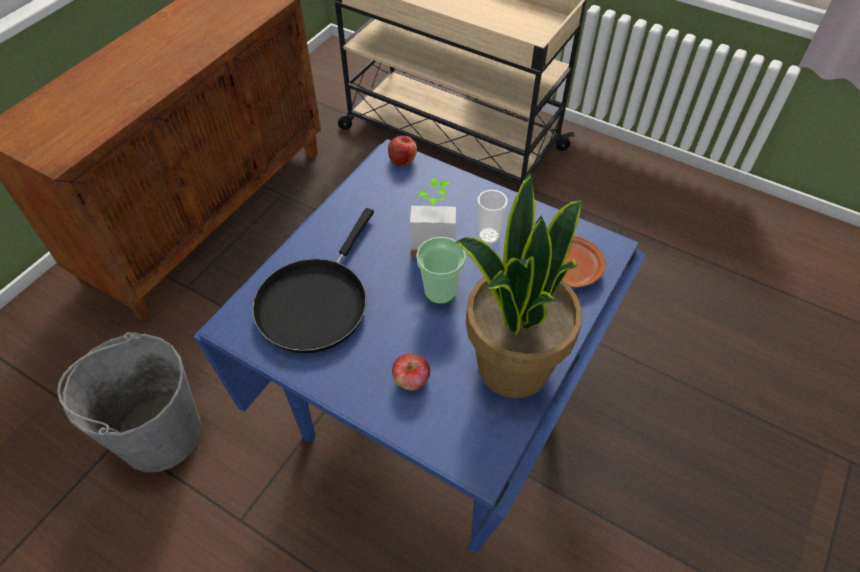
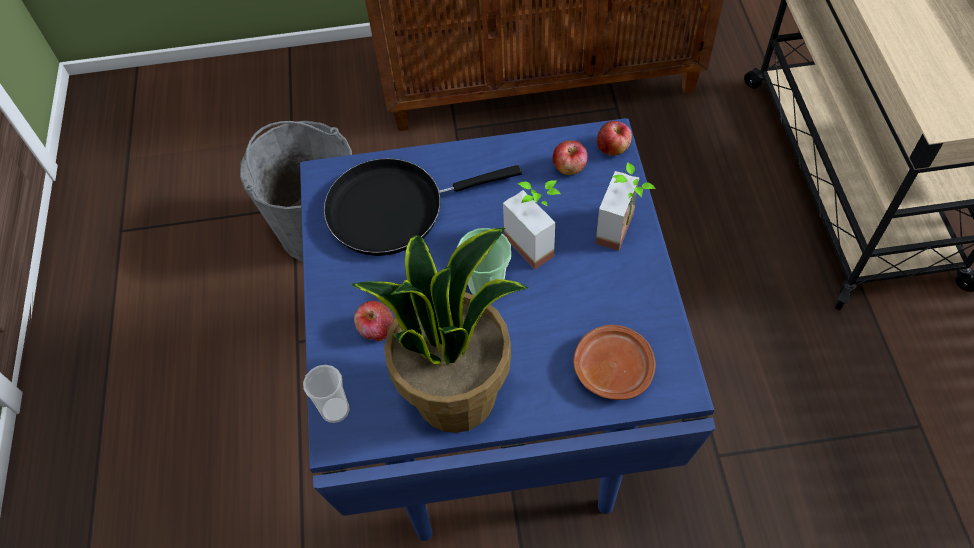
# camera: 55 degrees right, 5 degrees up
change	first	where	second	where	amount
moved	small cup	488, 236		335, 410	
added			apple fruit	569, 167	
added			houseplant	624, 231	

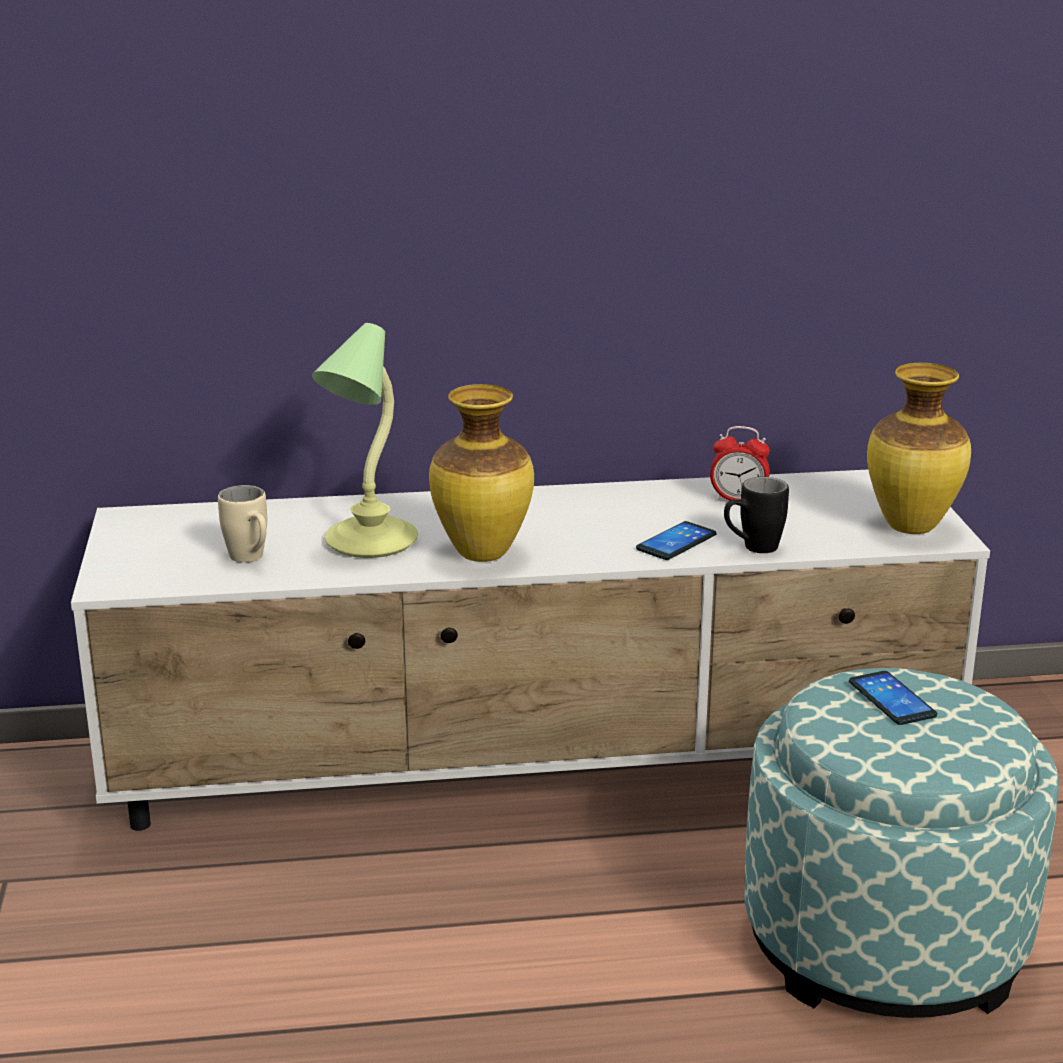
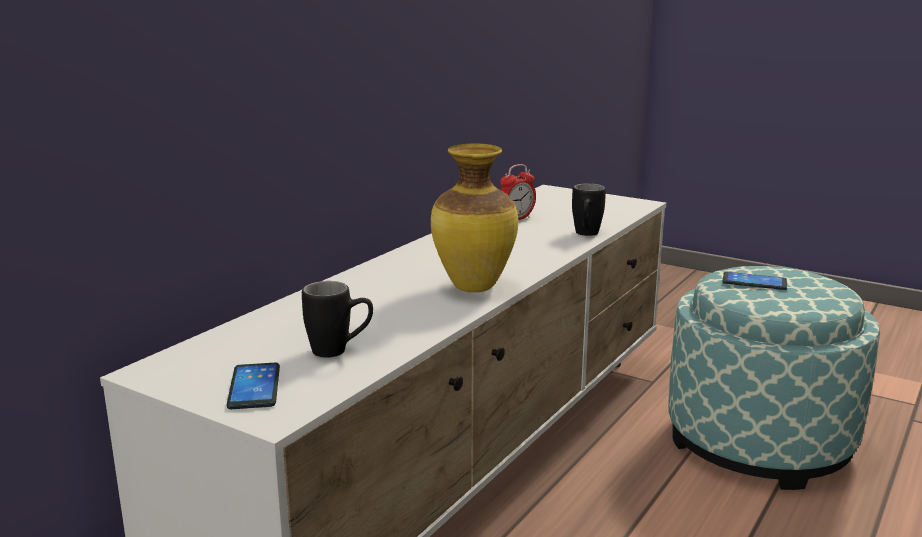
# camera: 50 degrees left, 5 degrees down
change	first	where	second	where	amount
moved	handset	676, 542		254, 387	
recoloured	sand-coloured tea mug	251, 560	black tea mug	340, 351	
removed	tabletop lamp	368, 541			
removed	flower vase	912, 527			

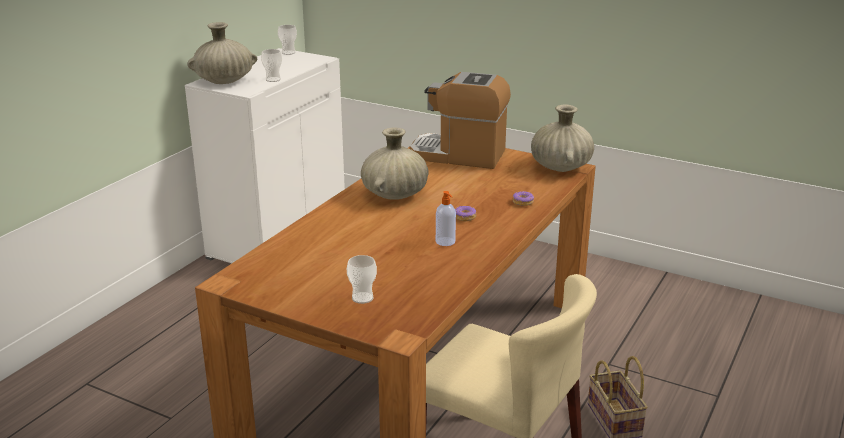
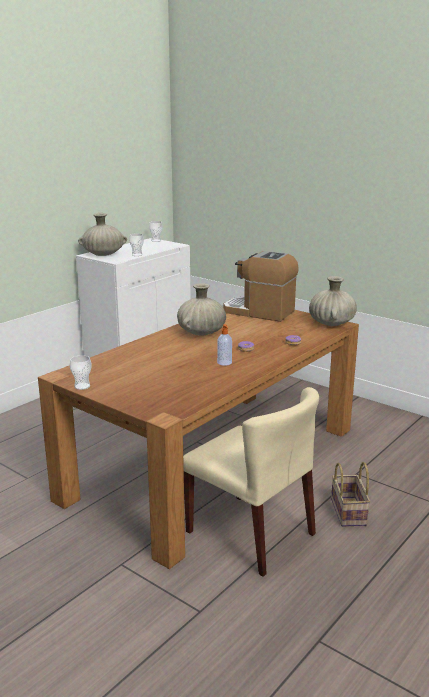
# camera: 10 degrees right, 5 degrees down
change	first	where	second	where	amount
moved	small cup	362, 298		82, 386	

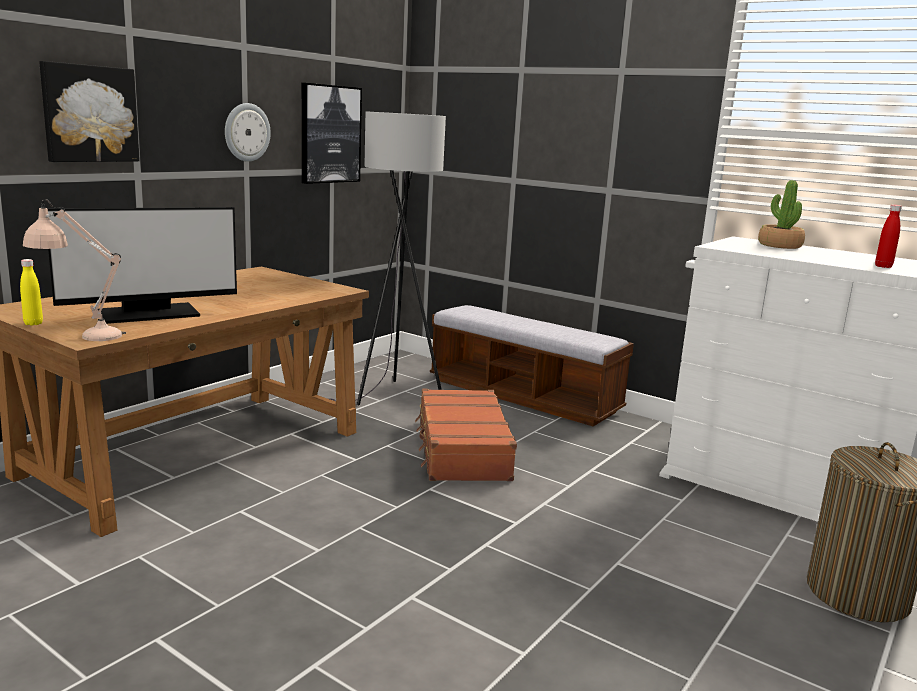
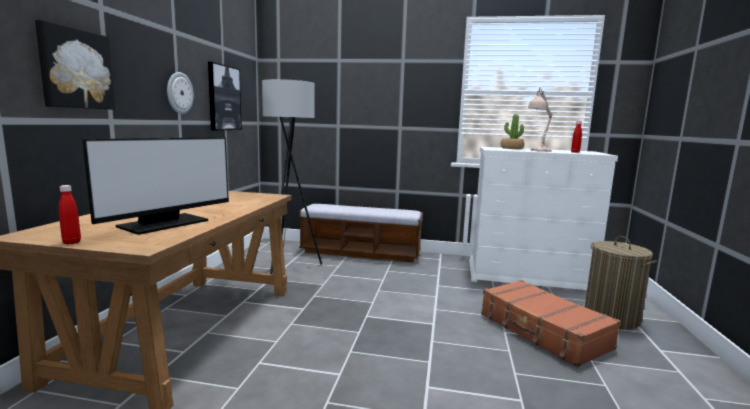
# camera: 25 degrees left, 5 degrees down
change	first	where	second	where	amount
recoloured	yellowish drink bottle	33, 323	red-coloured drink bottle	71, 242	
moved	brownish travel case	461, 450		543, 331	
moved	sand-coloured tabletop lamp	80, 336		537, 151	

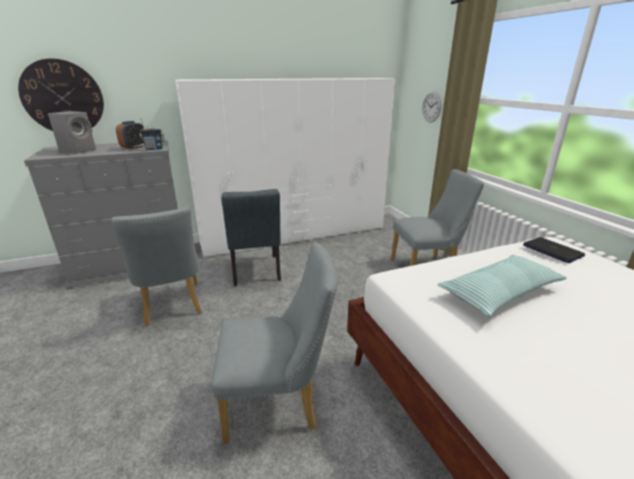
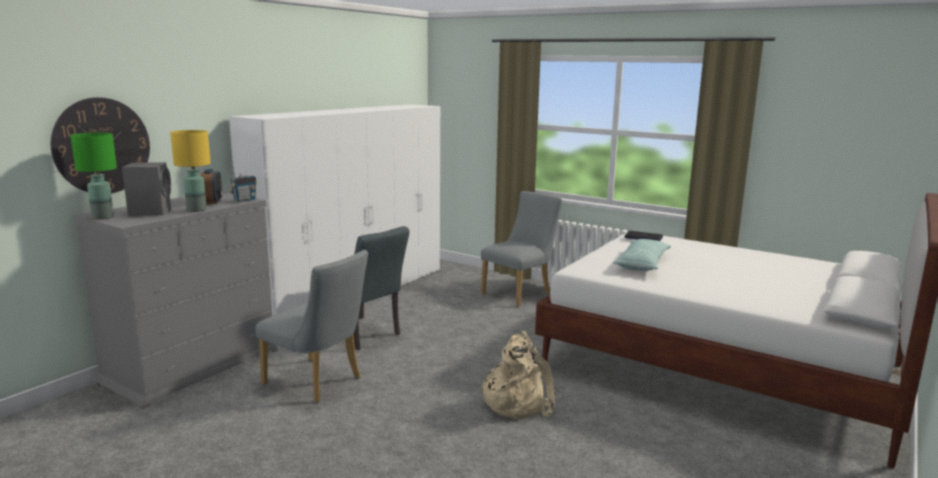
# camera: 35 degrees left, 10 degrees down
change	first	where	second	where	amount
added			green tabletop lamp	103, 217	
added			yellowish tabletop lamp	196, 210	
replaced	greyish upright chair	278, 402	sand-coloured rucksack	517, 402	
removed	hanging clock	431, 107			

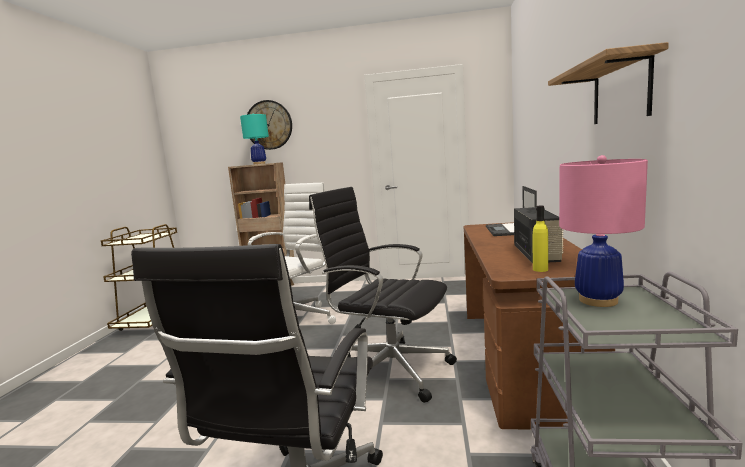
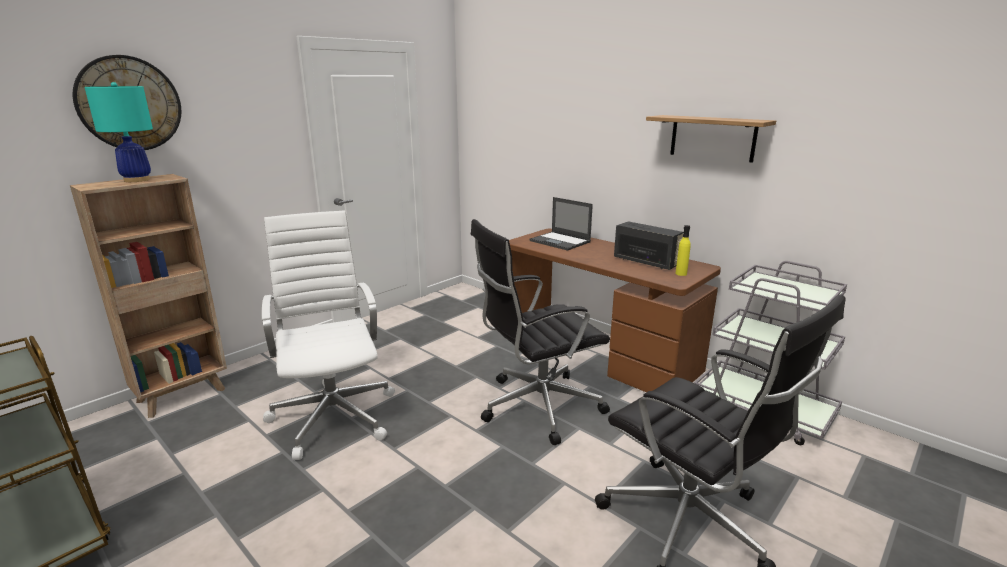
# camera: 55 degrees left, 10 degrees up
change	first	where	second	where	amount
removed	pink tabletop lamp	598, 300			

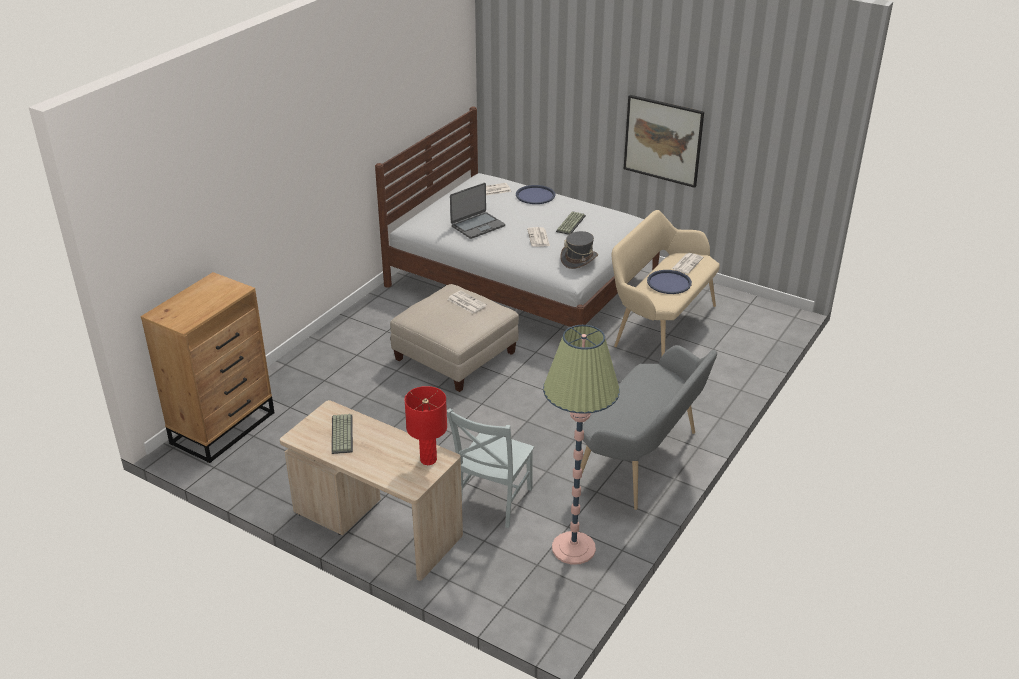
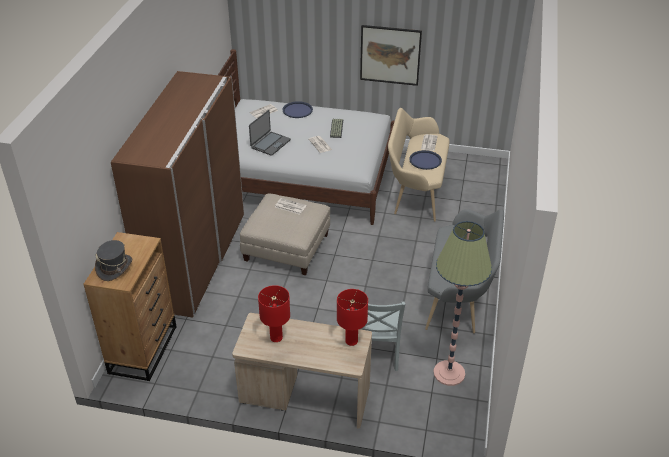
# camera: 20 degrees left, 5 degrees up
change	first	where	second	where	amount
moved	greyish wearable hat	579, 259		114, 267	
added			brownish clothes cupboard	195, 259	
replaced	keyboard	341, 434	red-coloured tabletop lamp	276, 337	

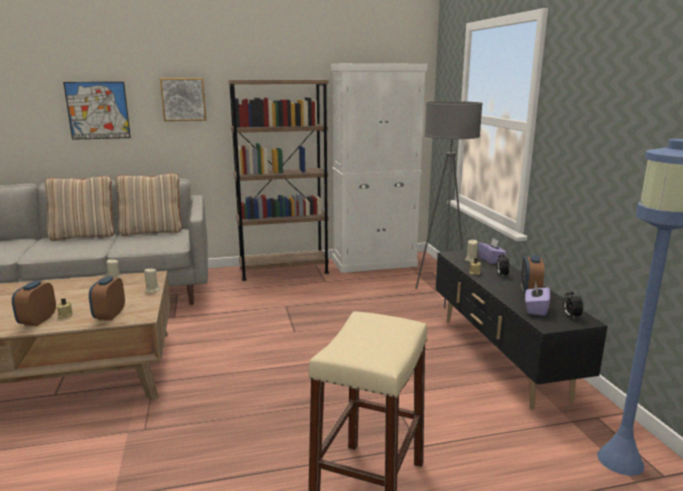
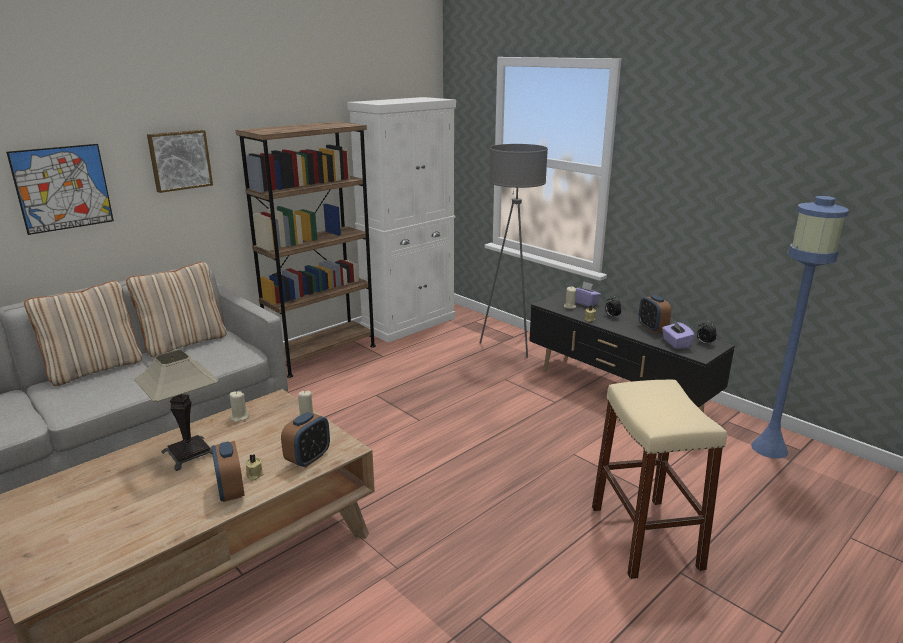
# camera: 30 degrees left, 5 degrees up
change	first	where	second	where	amount
added			tabletop lamp	190, 453	
turned	table clock	109, 315		308, 458	120 degrees counterclockwise

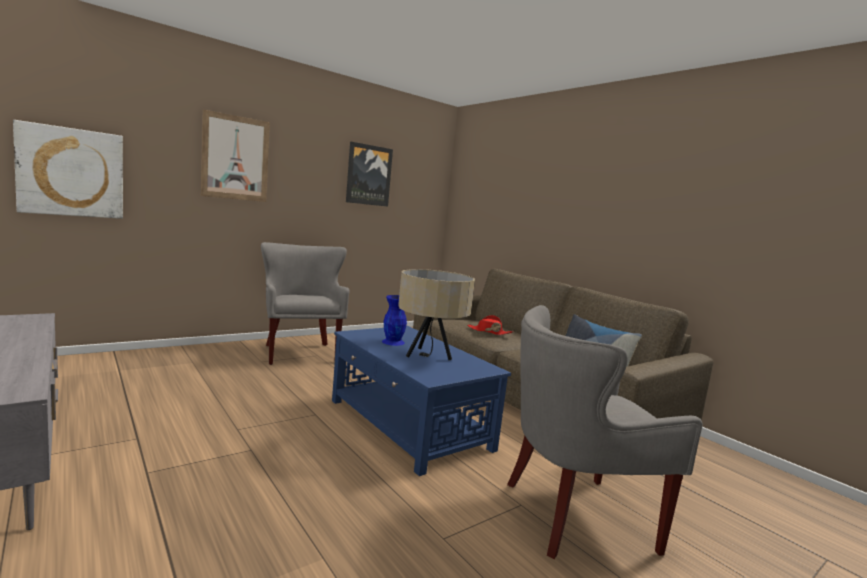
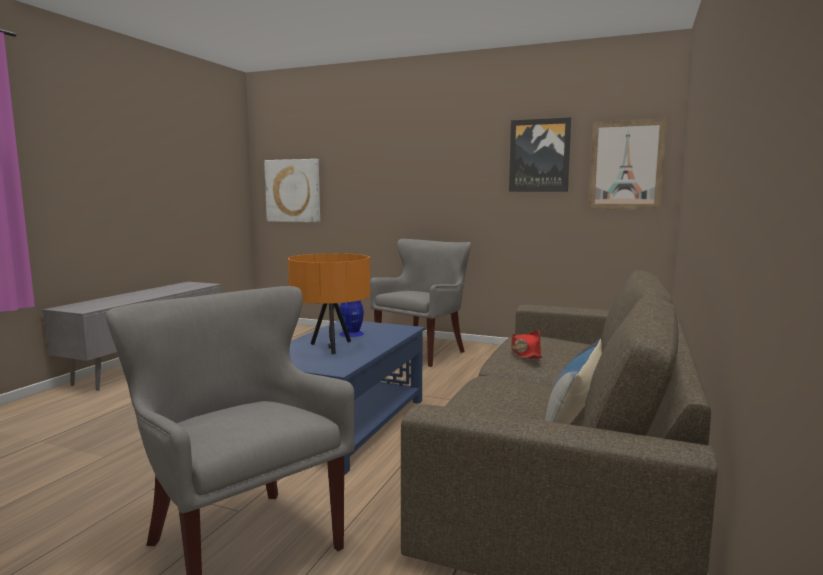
# camera: 60 degrees right, 0 degrees up
change	first	where	second	where	amount
recoloured	sand-coloured tabletop lamp	429, 356	orange-coloured tabletop lamp	331, 348	
moved	wall picture	235, 158		626, 165	

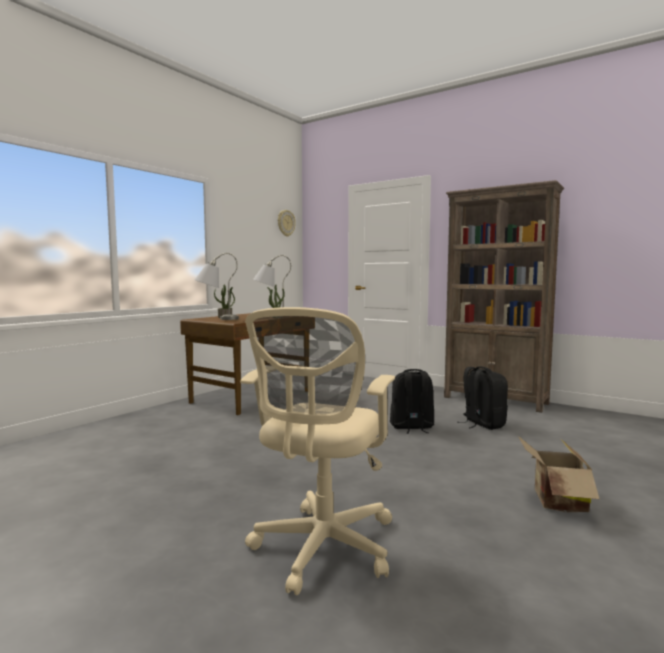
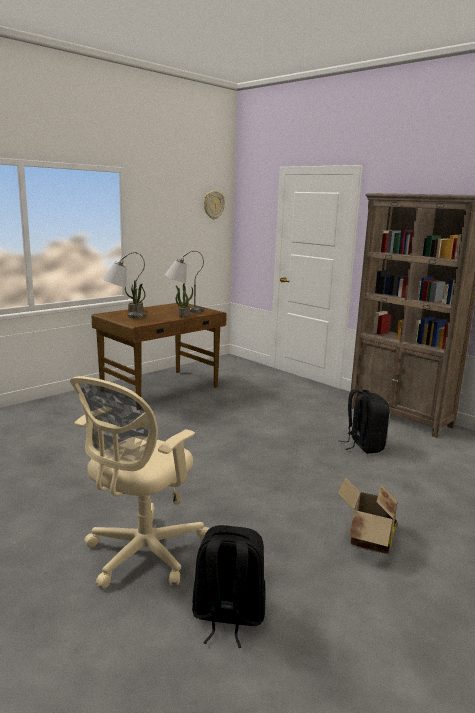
# camera: 10 degrees right, 10 degrees up
change	first	where	second	where	amount
moved	black rucksack	411, 427		227, 616	

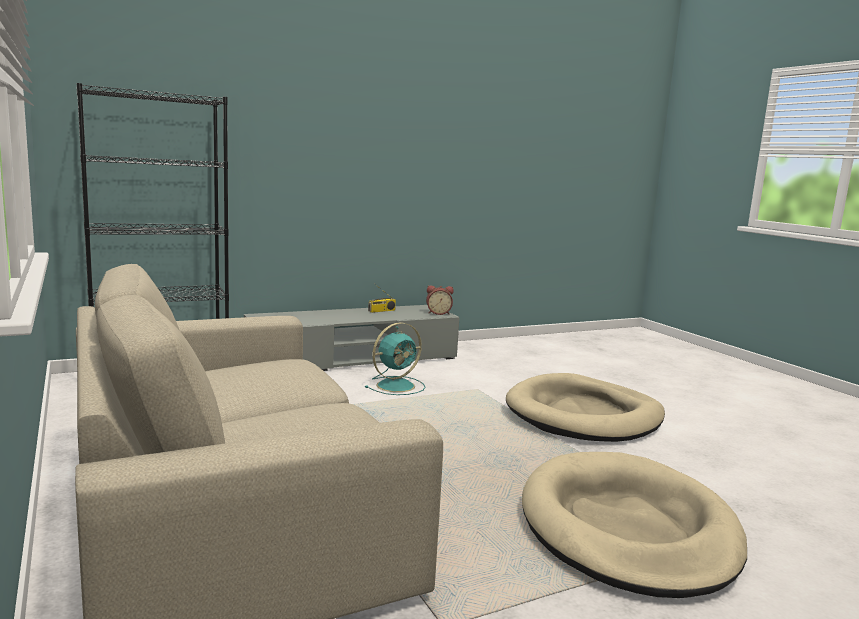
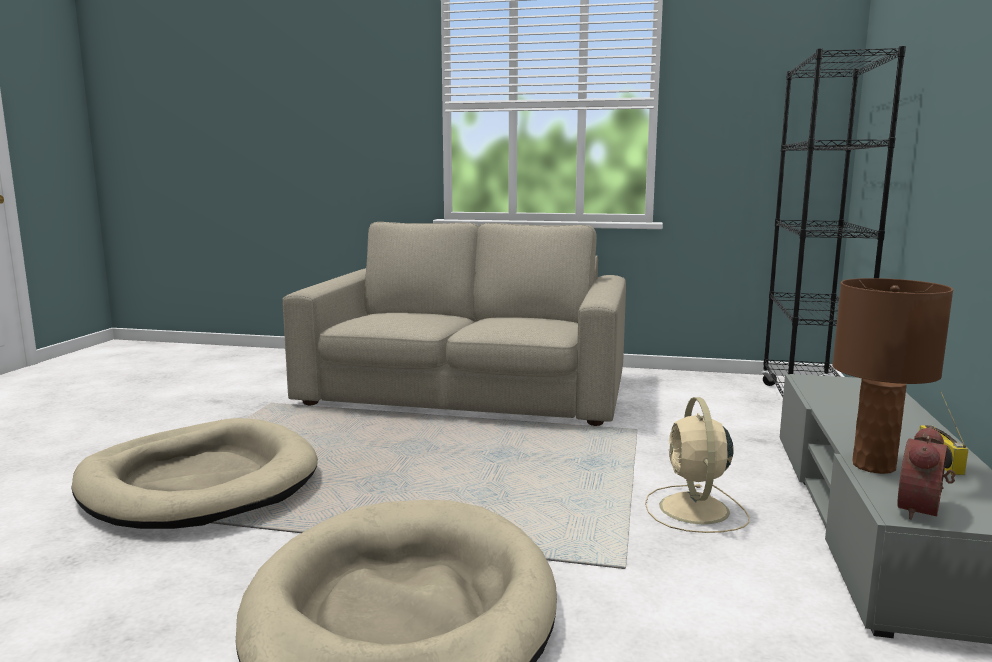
# camera: 130 degrees right, 0 degrees up
change	first	where	second	where	amount
recoloured	blue-green fan	397, 385	sand-coloured fan	695, 510	
added			brownish tabletop lamp	873, 466	

